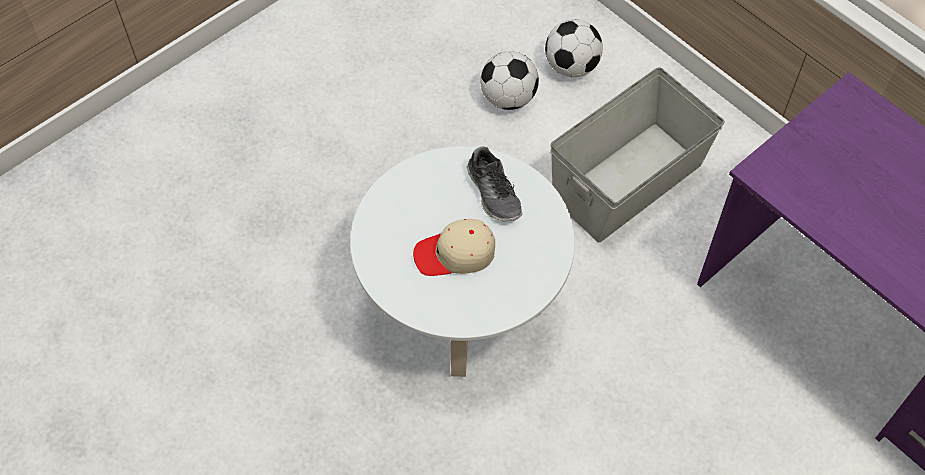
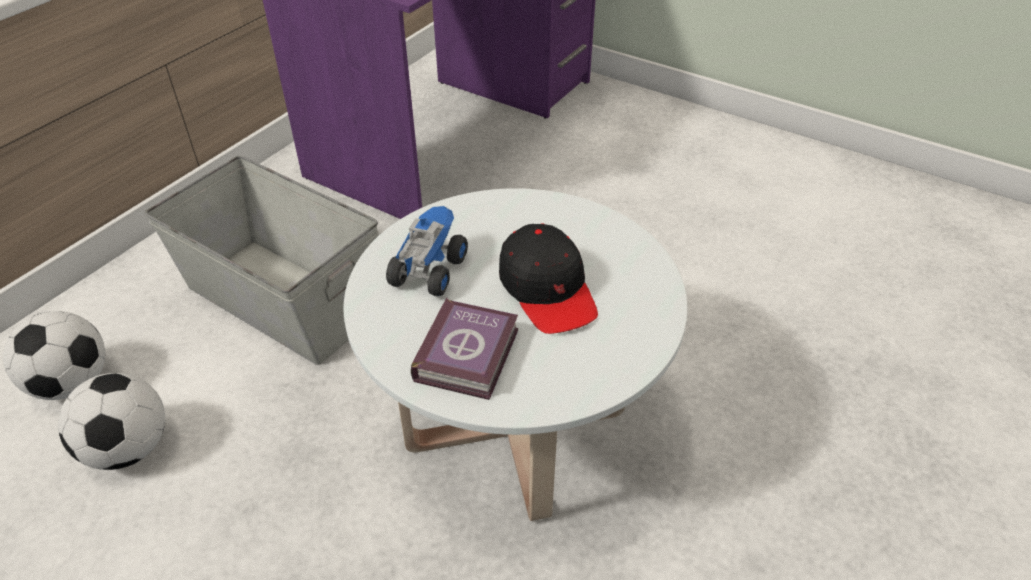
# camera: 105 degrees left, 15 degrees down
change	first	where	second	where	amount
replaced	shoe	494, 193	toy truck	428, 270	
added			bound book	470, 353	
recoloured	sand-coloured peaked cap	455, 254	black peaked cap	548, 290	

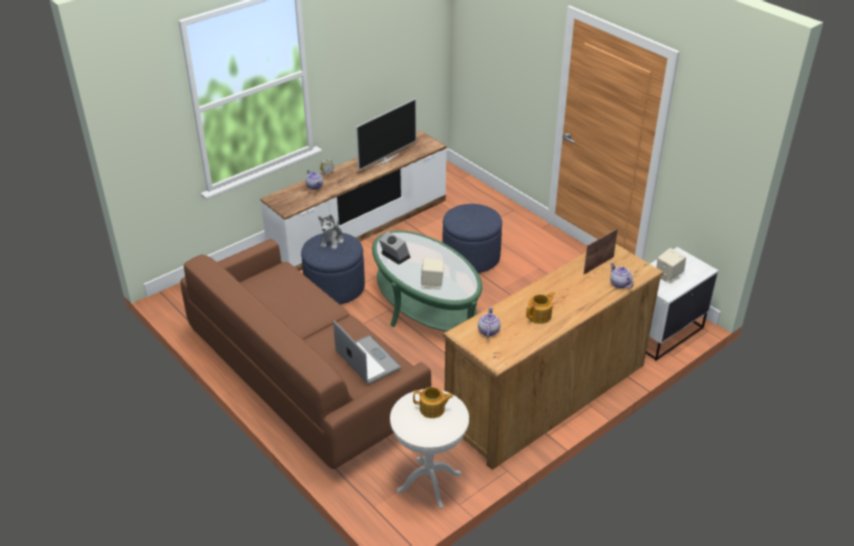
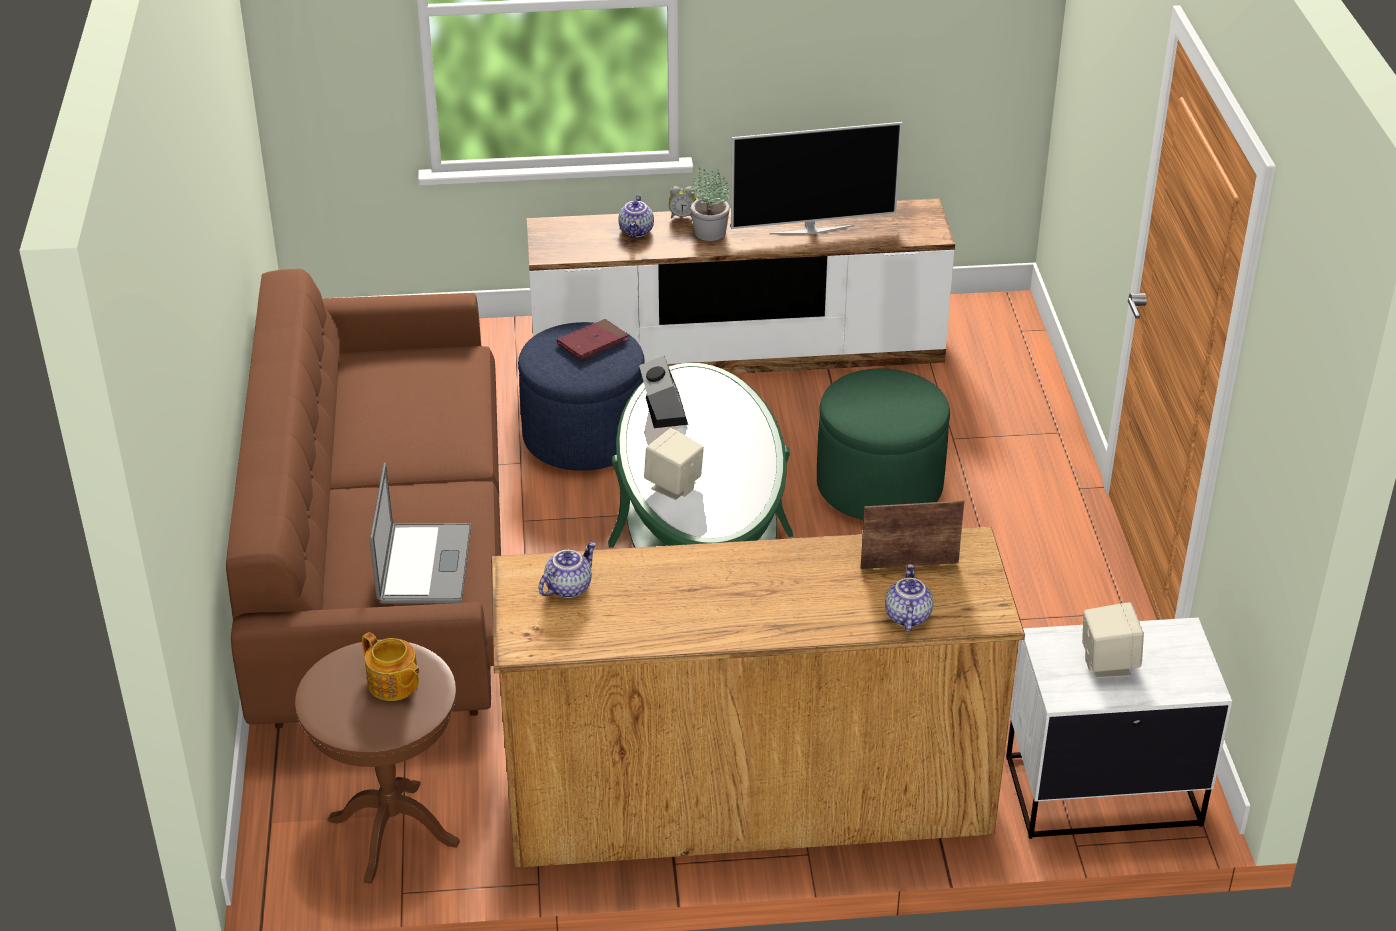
# camera: 35 degrees right, 0 degrees up
change	first	where	second	where	amount
recoloured	white-coloured side table	429, 482	brownish side table	392, 832	
replaced	cuddly toy	332, 241	red-coloured bound book	593, 343	
added			houseplant	709, 232	
recoloured	blue ottoman	471, 257	green ottoman	879, 486	
removed	teapot	540, 316			

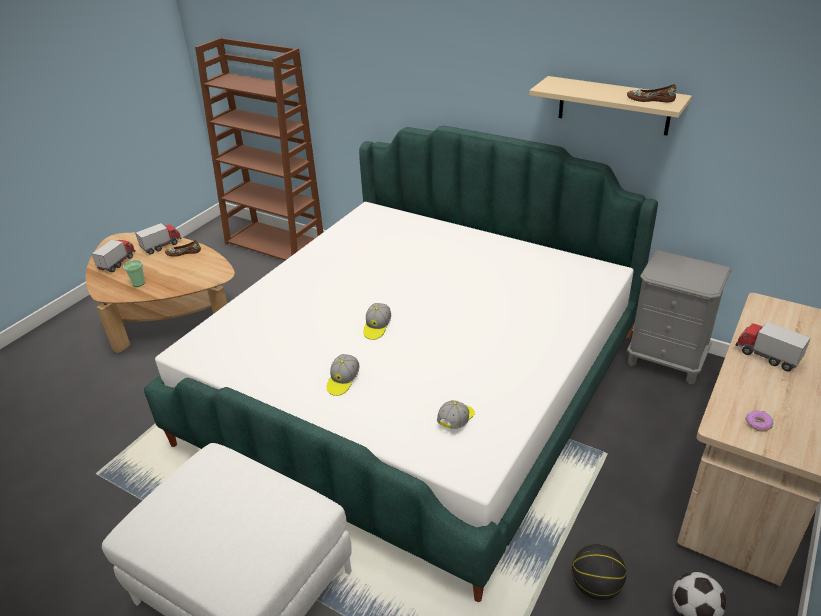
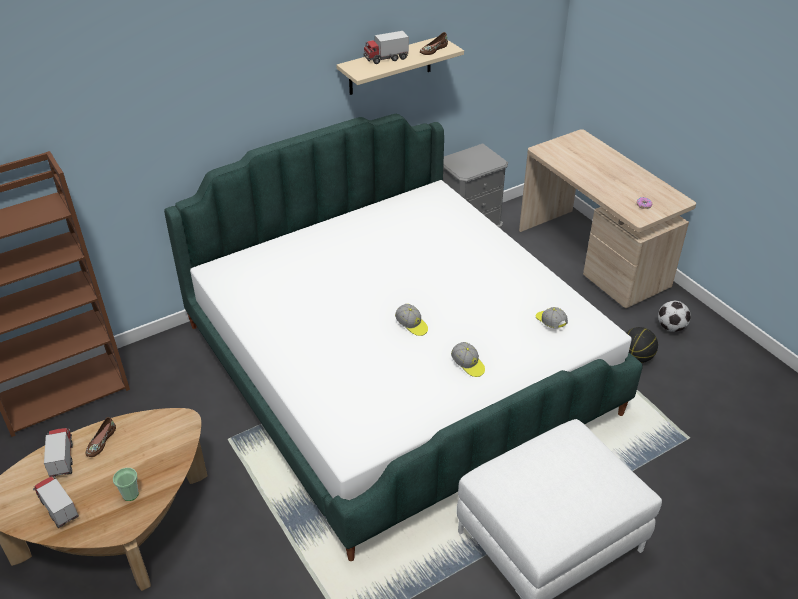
# camera: 65 degrees left, 5 degrees up
change	first	where	second	where	amount
moved	toy truck	767, 356		386, 58	

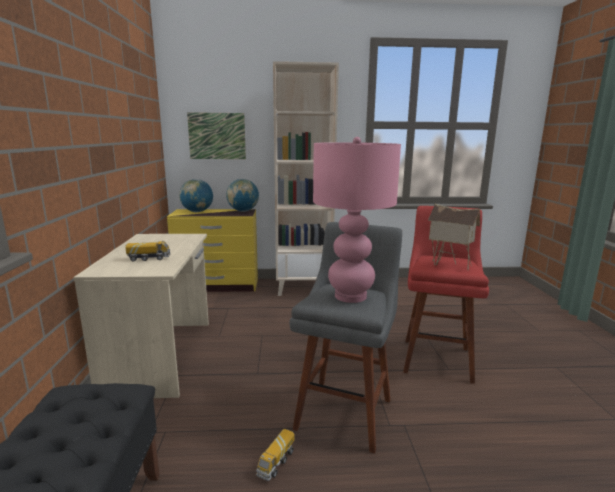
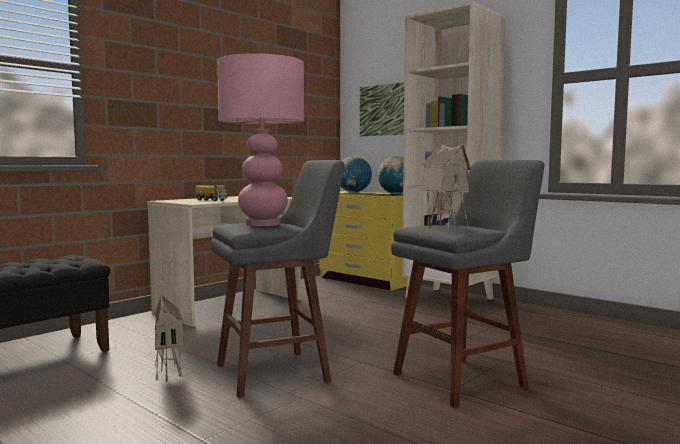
# camera: 45 degrees right, 10 degrees down
change	first	where	second	where	amount
replaced	toy truck	276, 463	toy house	170, 372	
recoloured	red-coloured sitting stool	436, 357	greyish sitting stool	464, 379	

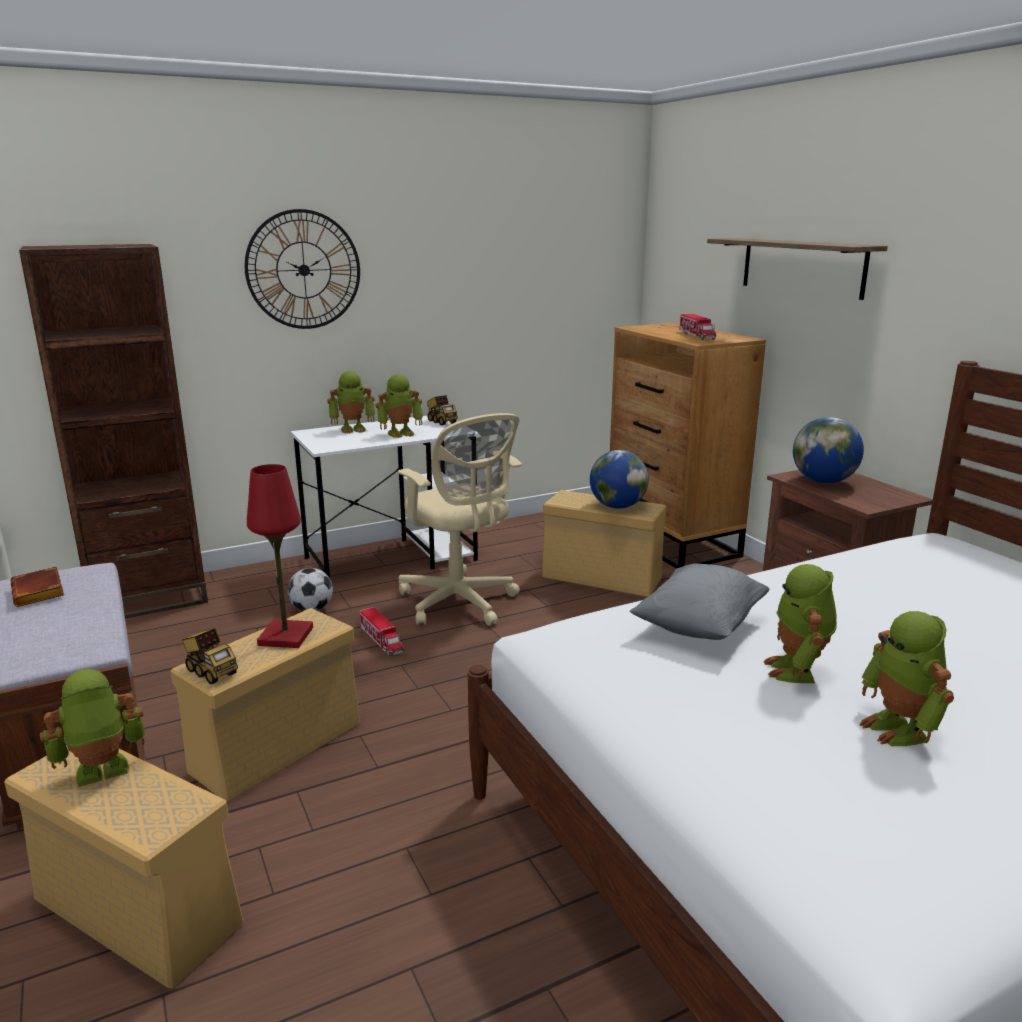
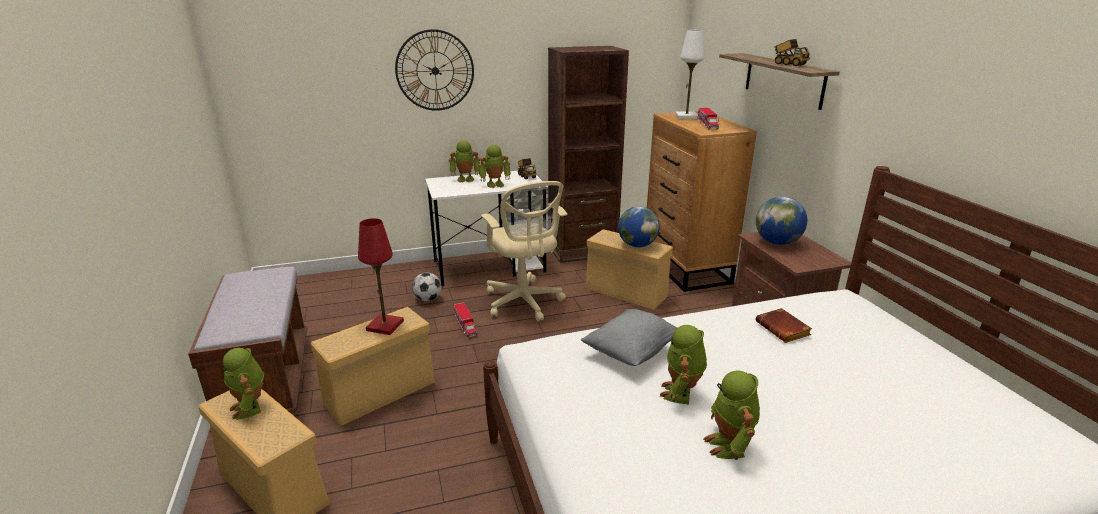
# camera: 10 degrees right, 5 degrees up
change	first	where	second	where	amount
turned	model robot	102, 773		251, 407	105 degrees counterclockwise
moved	brownish bookcase	148, 598		582, 250	
added			white-coloured tabletop lamp	686, 116	
moved	brownish bound book	40, 592		784, 330	
moved	toy truck	211, 672		789, 64	

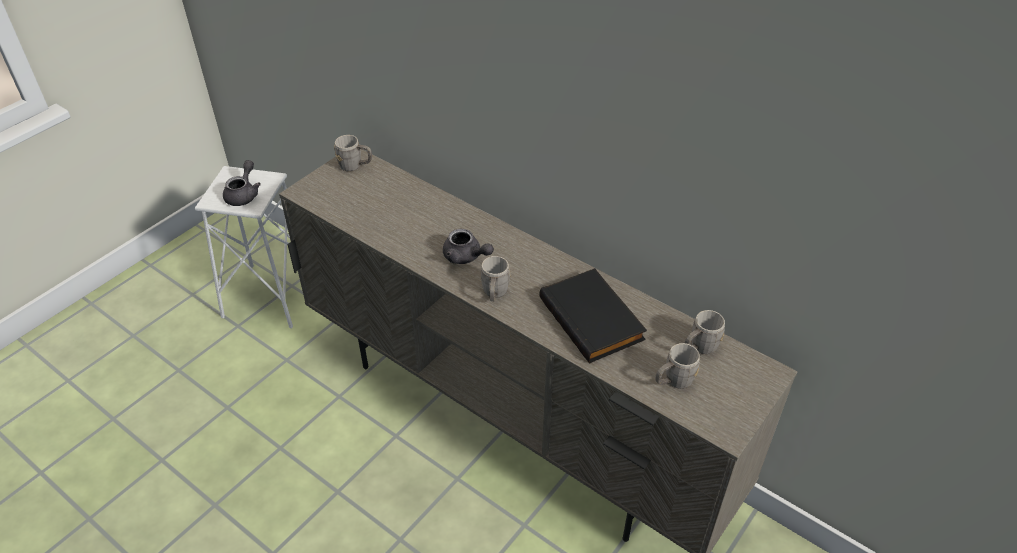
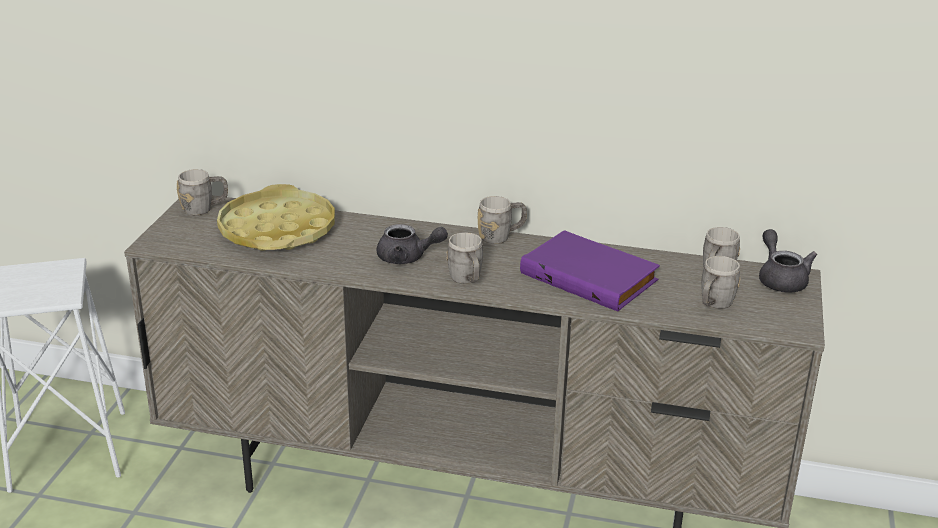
# camera: 25 degrees left, 15 degrees down
change	first	where	second	where	amount
added			yellowish tray	277, 230	
added			greyish tea mug	501, 237	
recoloured	black bound book	593, 319	purplish bound book	591, 276	
moved	greyish teapot	244, 194		780, 279	

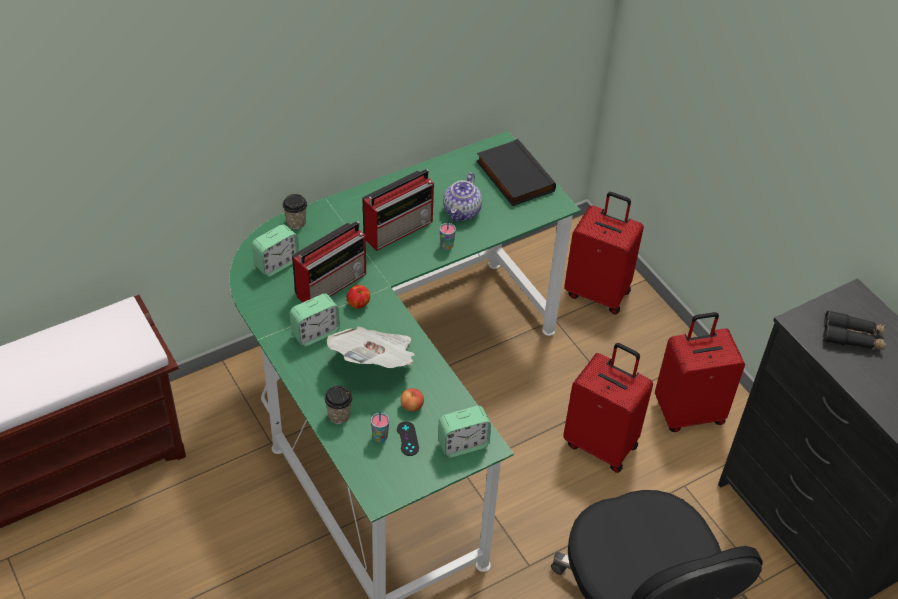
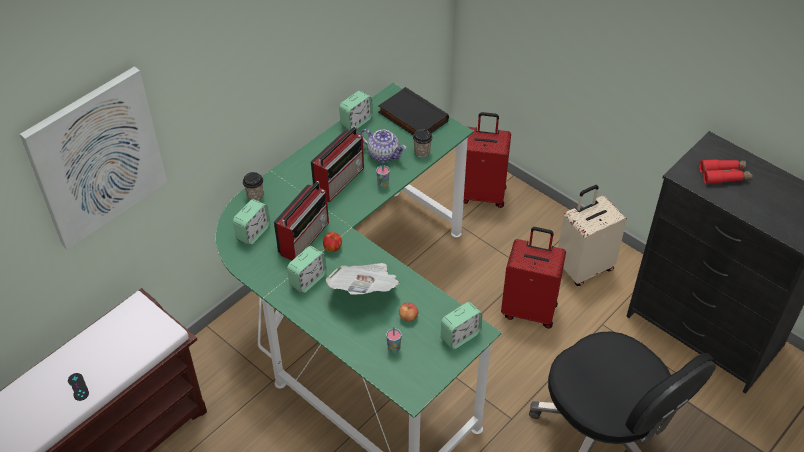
# camera: 15 degrees left, 0 degrees up
change	first	where	second	where	amount
added			wall picture	97, 157	
moved	black joypad	407, 439		78, 387	
added			table clock	356, 122	
turned	teapot	462, 212		384, 154	60 degrees counterclockwise
moved	small cup	339, 415		422, 152	
recoloured	red-coloured travel case	688, 412	sand-coloured travel case	584, 267	
recoloured	black field glasses	852, 337	red-coloured field glasses	724, 175	

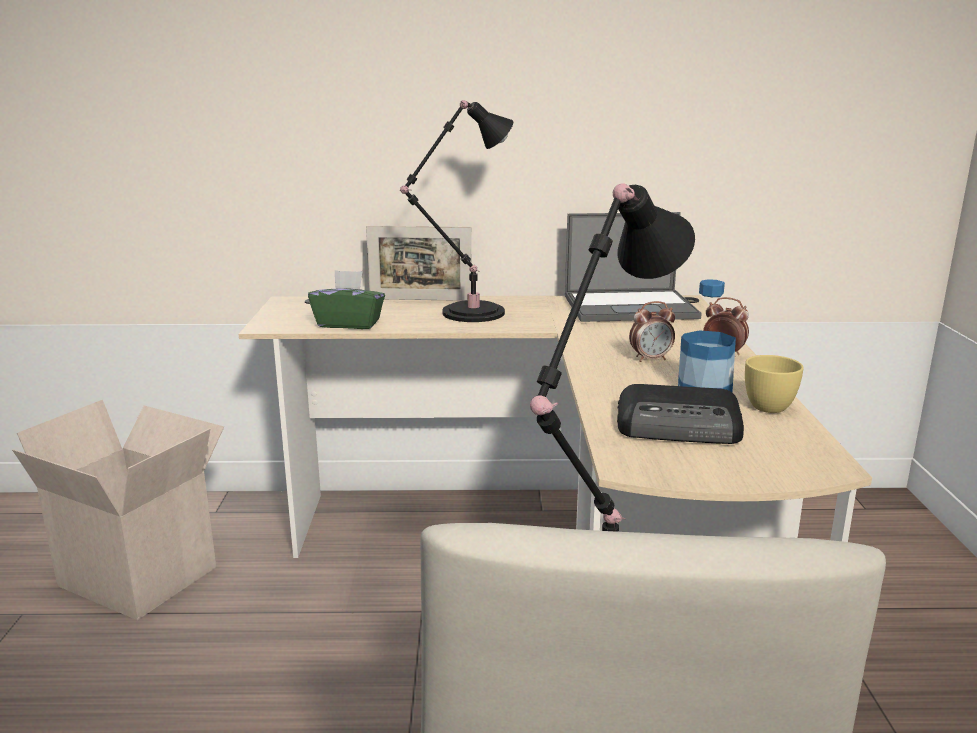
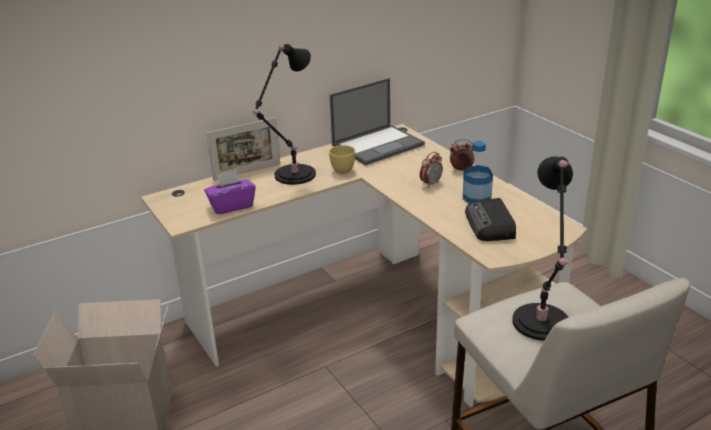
# camera: 30 degrees left, 10 degrees up
change	first	where	second	where	amount
recoloured	green tissue box	349, 323	purplish tissue box	231, 206	
moved	yellowish small cup	770, 405		342, 169	
turned	radio receiver	680, 427		490, 225	105 degrees clockwise

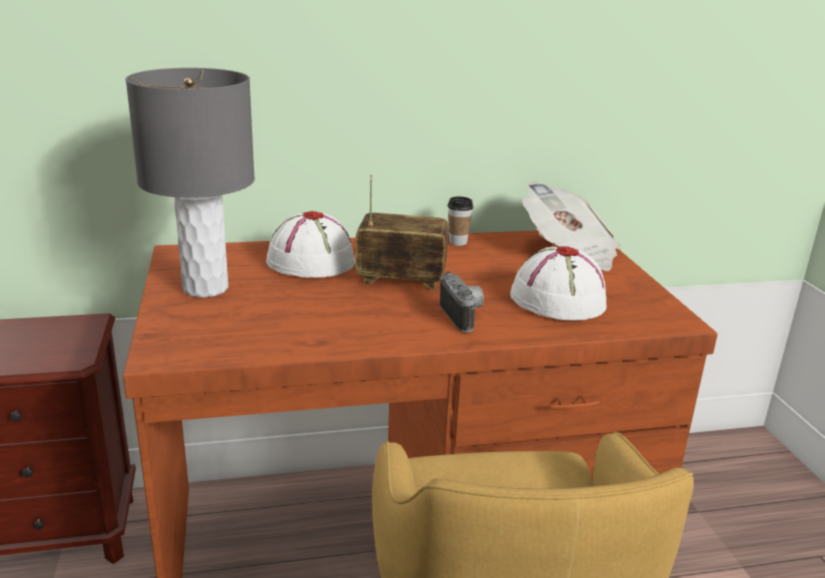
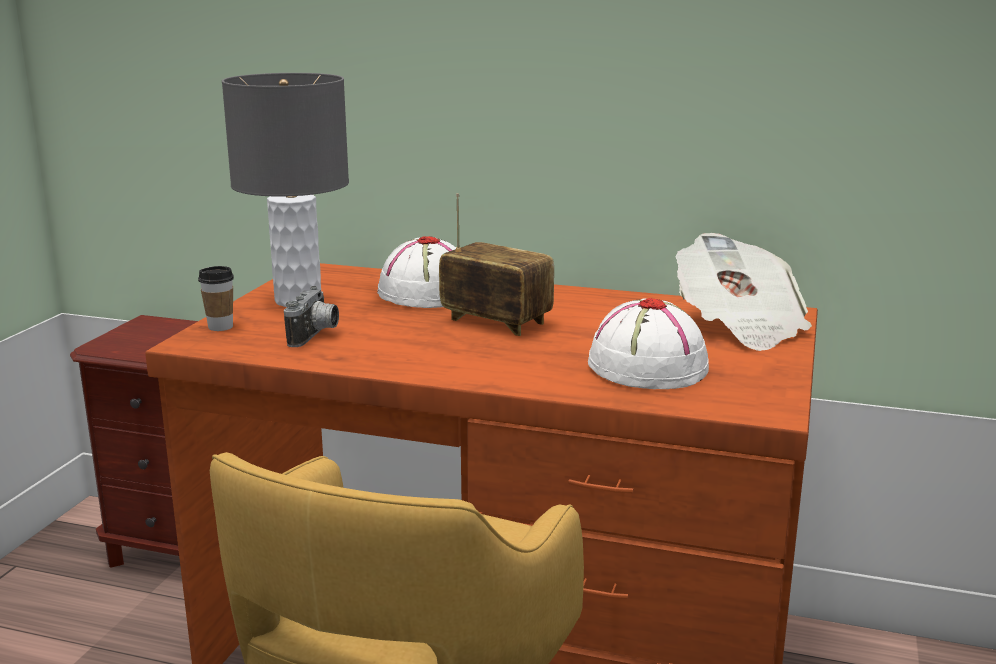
# camera: 30 degrees right, 5 degrees down
change	first	where	second	where	amount
moved	small cup	458, 242		220, 327	
moved	photo camera	464, 316		316, 336	

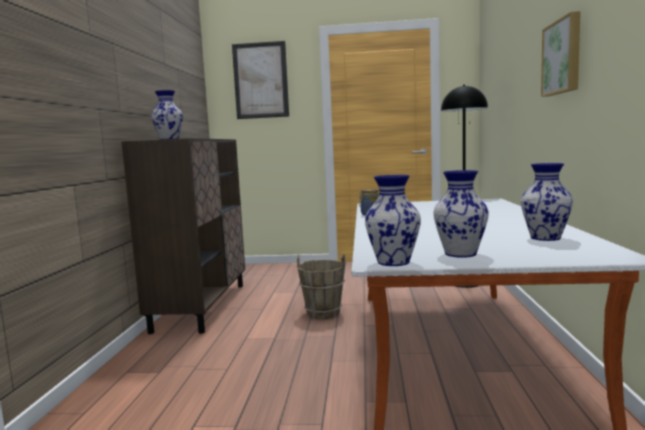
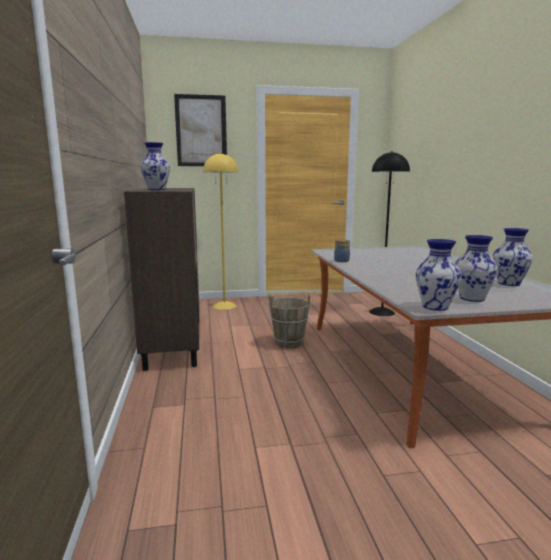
# camera: 15 degrees left, 5 degrees up
change	first	where	second	where	amount
added			yellowish standard lamp	224, 306	
removed	wall picture	563, 57			

